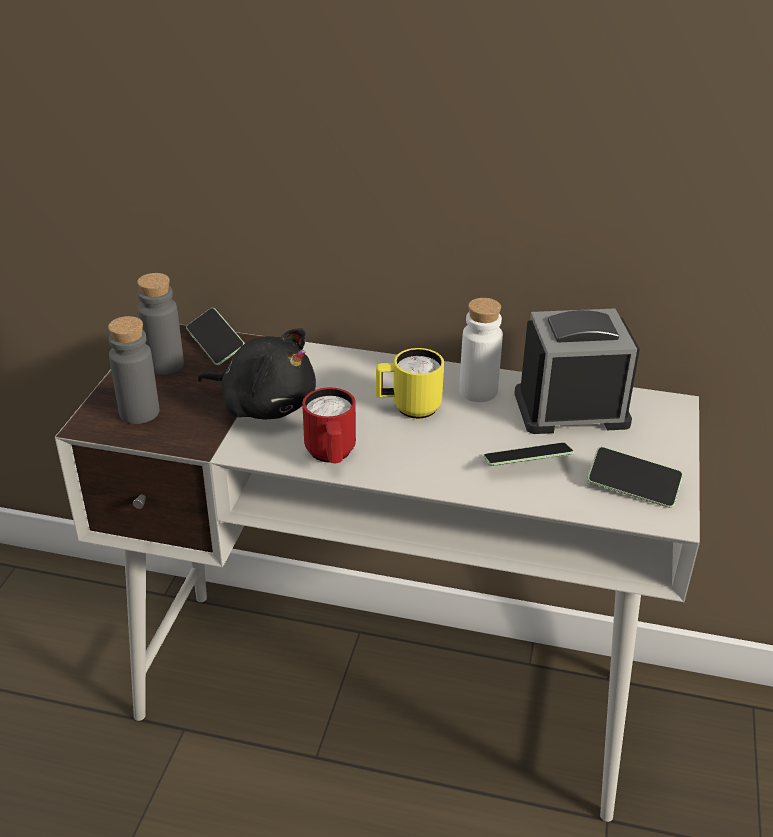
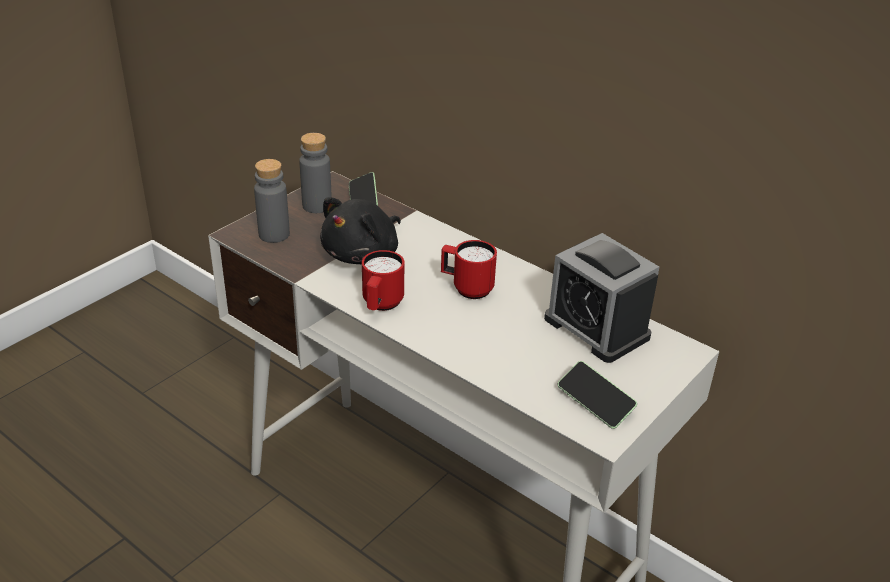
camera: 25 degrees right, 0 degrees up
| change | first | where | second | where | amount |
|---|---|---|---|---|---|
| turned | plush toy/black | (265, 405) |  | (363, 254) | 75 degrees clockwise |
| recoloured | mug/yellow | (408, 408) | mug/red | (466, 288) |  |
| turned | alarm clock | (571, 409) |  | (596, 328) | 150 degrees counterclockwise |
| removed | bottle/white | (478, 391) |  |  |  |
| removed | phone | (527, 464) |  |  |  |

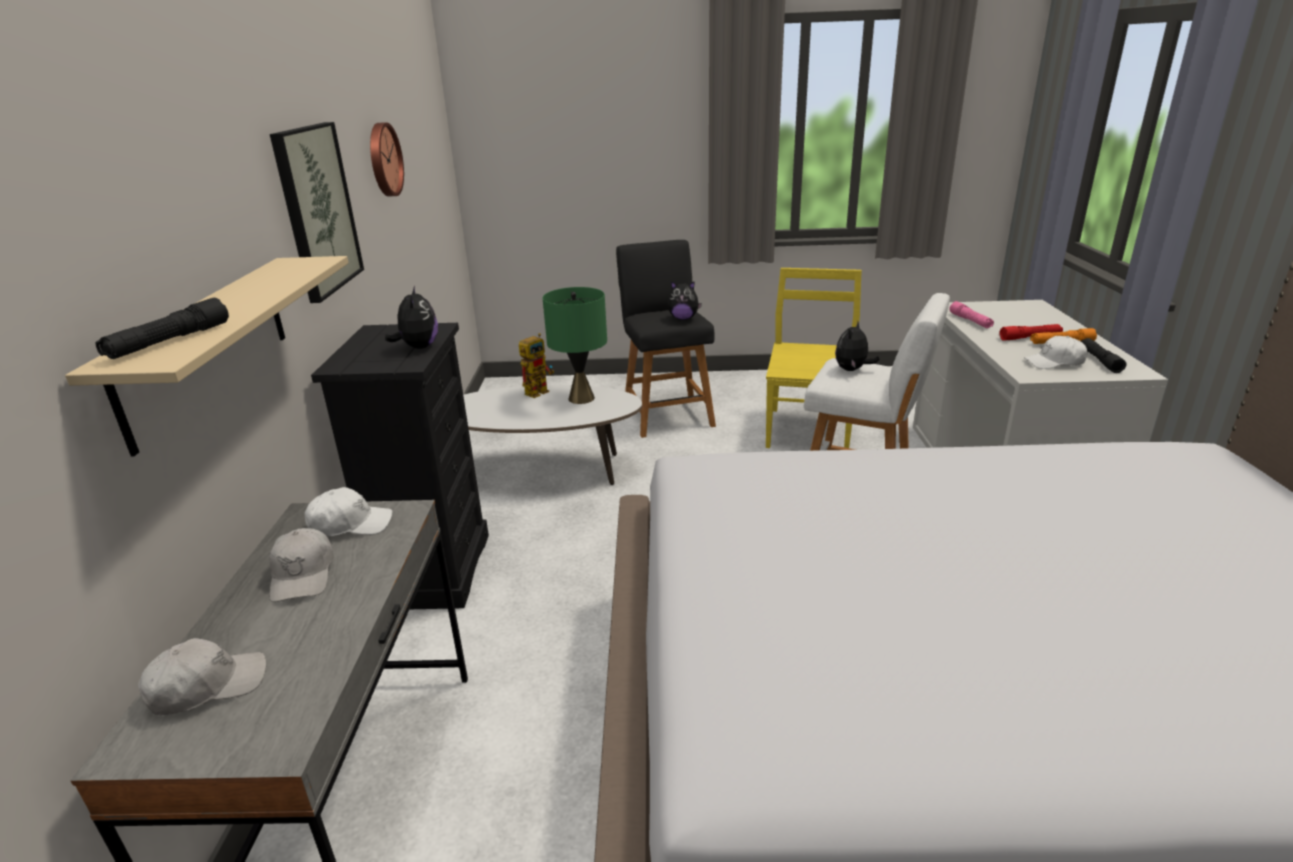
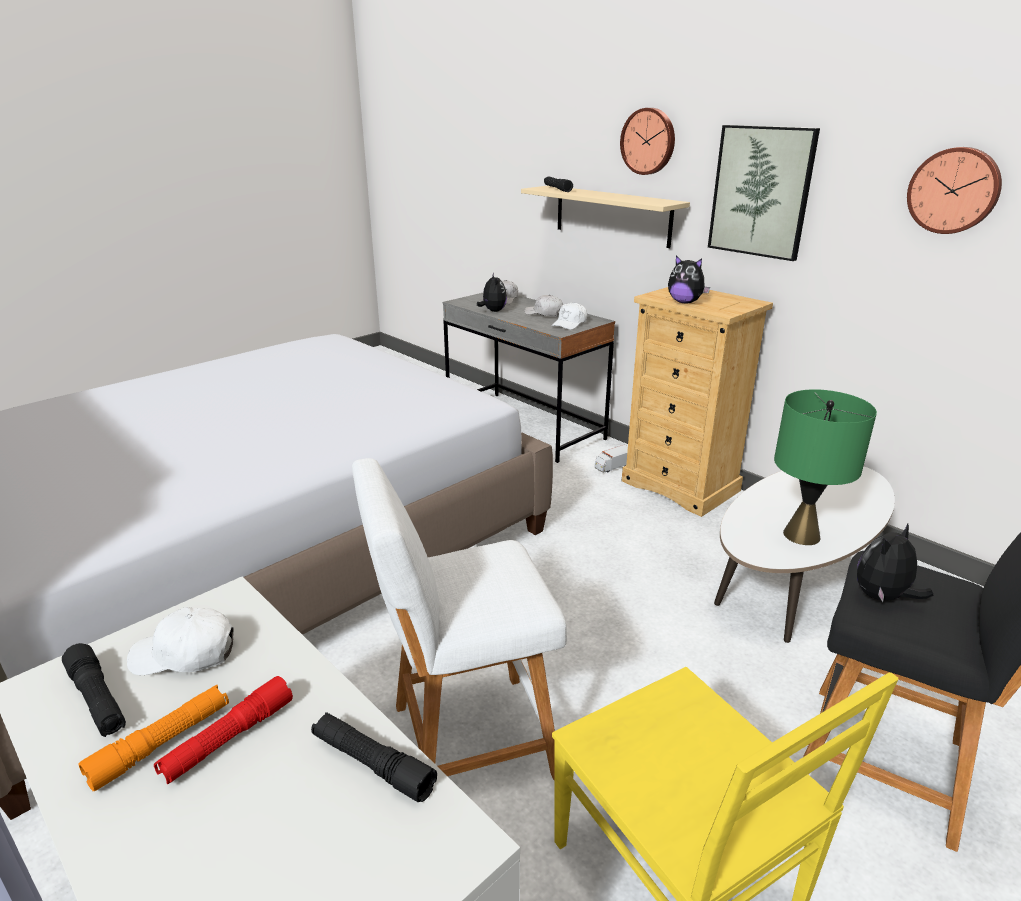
camera: 135 degrees right, 0 degrees up
| change | first | where | second | where | amount |
|---|---|---|---|---|---|
| turned | cap/white | (1054, 362) |  | (185, 654) | 135 degrees counterclockwise |
| recoloured | flashlight/pink | (970, 321) | flashlight/black | (372, 764) |  |
| moved | plush toy | (852, 370) |  | (493, 311) |  |
| added |  |  | toy truck | (613, 467) |  |
| added |  |  | wall clock | (649, 141) |  |
| recoloured | dresser/black | (433, 569) | dresser/beige | (681, 486) |  |
| removed | toy robot | (539, 390) |  |  |  |

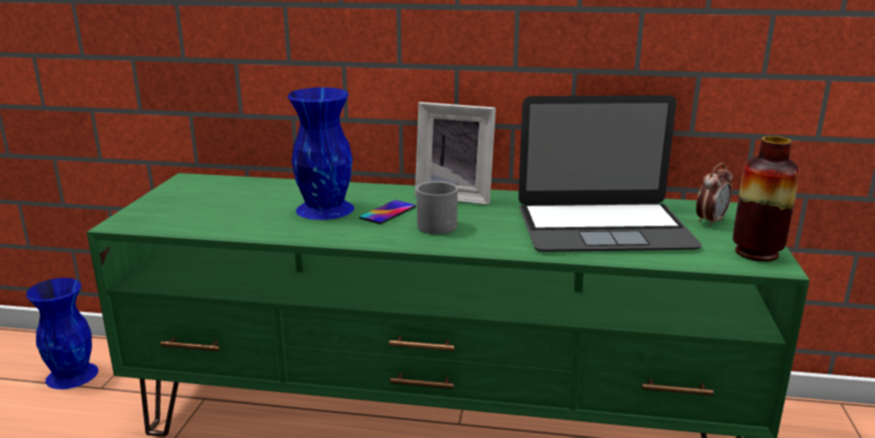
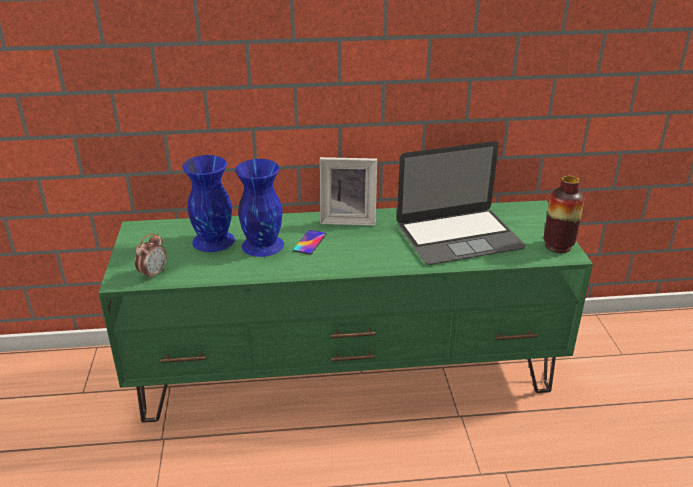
camera: 15 degrees left, 10 degrees up
| change | first | where | second | where | amount |
|---|---|---|---|---|---|
| moved | alarm clock | (710, 221) |  | (153, 274) |  |
| moved | vase/blue | (73, 374) |  | (214, 240) |  |
| removed | mug/grey | (437, 224) |  |  |  |

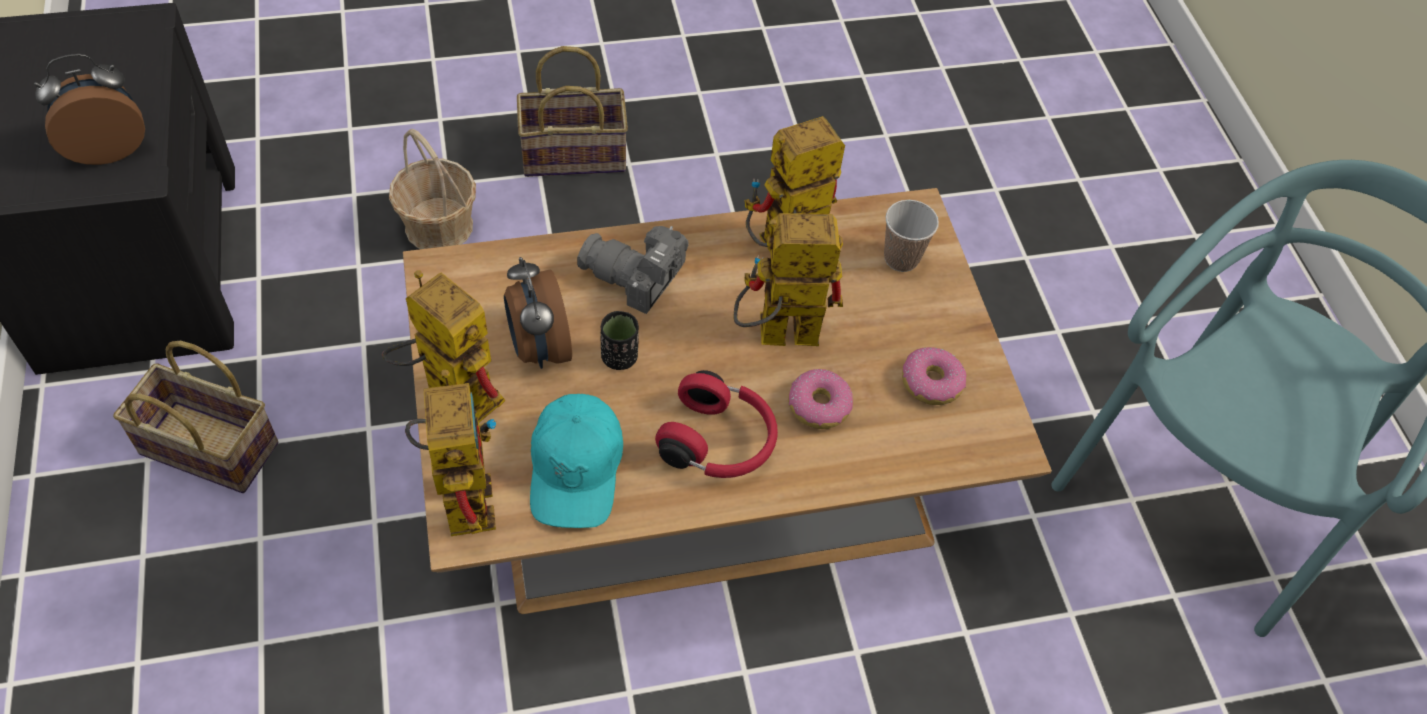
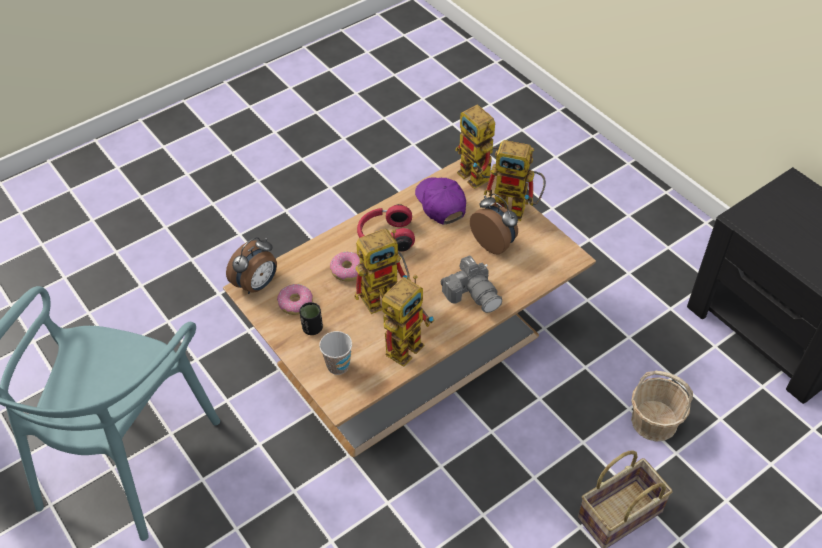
camera: 160 degrees right, 5 degrees down
| change | first | where | second | where | amount |
|---|---|---|---|---|---|
| moved | alarm clock | (108, 147) |  | (257, 285) |  |
| moved | cup/black | (619, 357) |  | (312, 328) |  |
| recoloured | cap/turquoise | (576, 469) | cap/purple | (440, 204) |  |
| turned | photo camera | (636, 279) |  | (473, 294) | 60 degrees clockwise |
| removed | basket | (205, 449) |  |  |  |

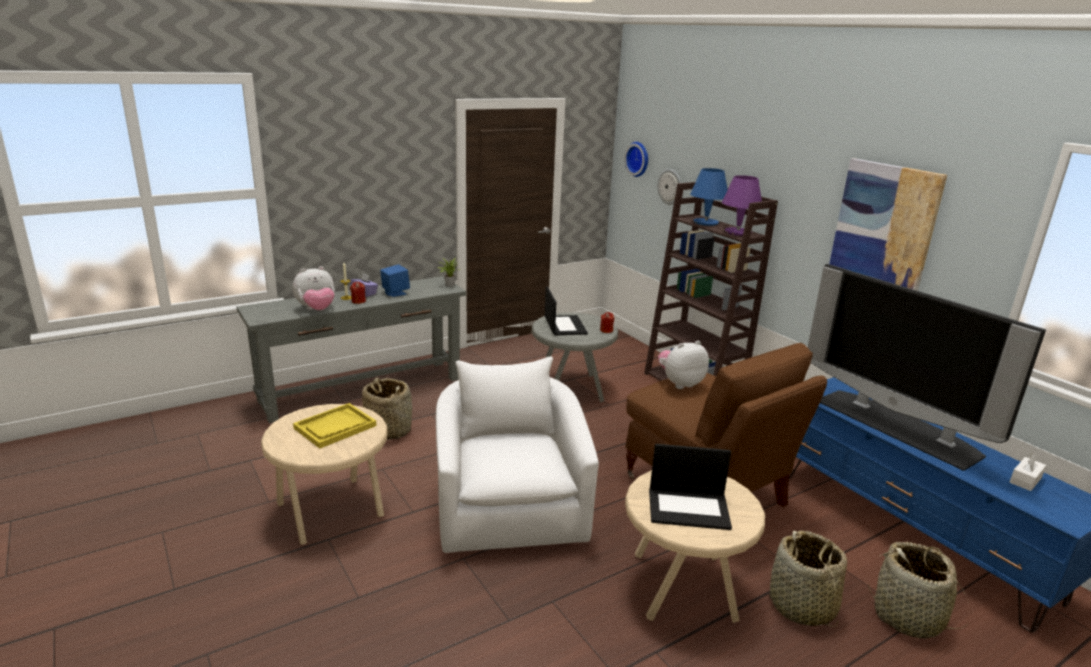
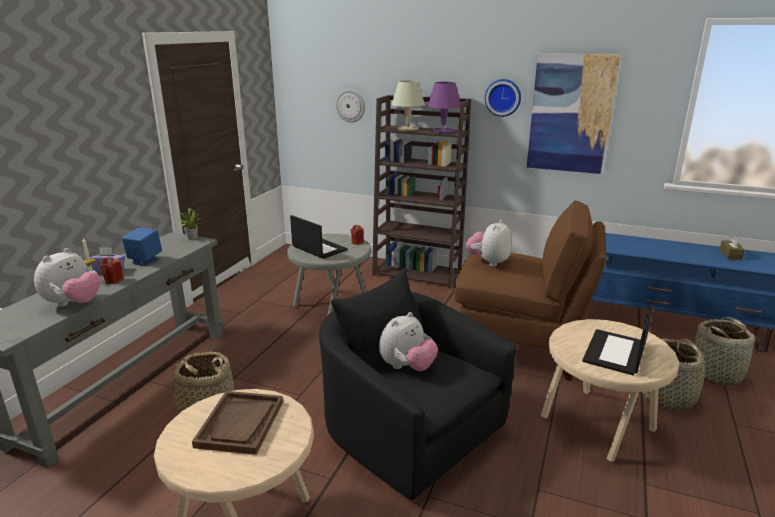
camera: 35 degrees left, 0 degrees up
| change | first | where | second | where | amount |
|---|---|---|---|---|---|
| recoloured | tray/yellow | (335, 427) | tray/brown | (240, 424) |  |
| recoloured | armchair/white | (509, 507) | armchair/black | (407, 428) |  |
| added |  |  | plush toy | (407, 367) |  |
| recoloured | table lamp/blue | (705, 222) | table lamp/beige | (407, 129) |  |
| moved | wall clock | (639, 159) |  | (503, 97) |  |
| turned | laptop | (689, 508) |  | (615, 353) | 150 degrees clockwise |
| recoloured | tissue box/white | (1025, 480) | tissue box/brown | (730, 255) |  |
| removed | television | (897, 426) |  |  |  |

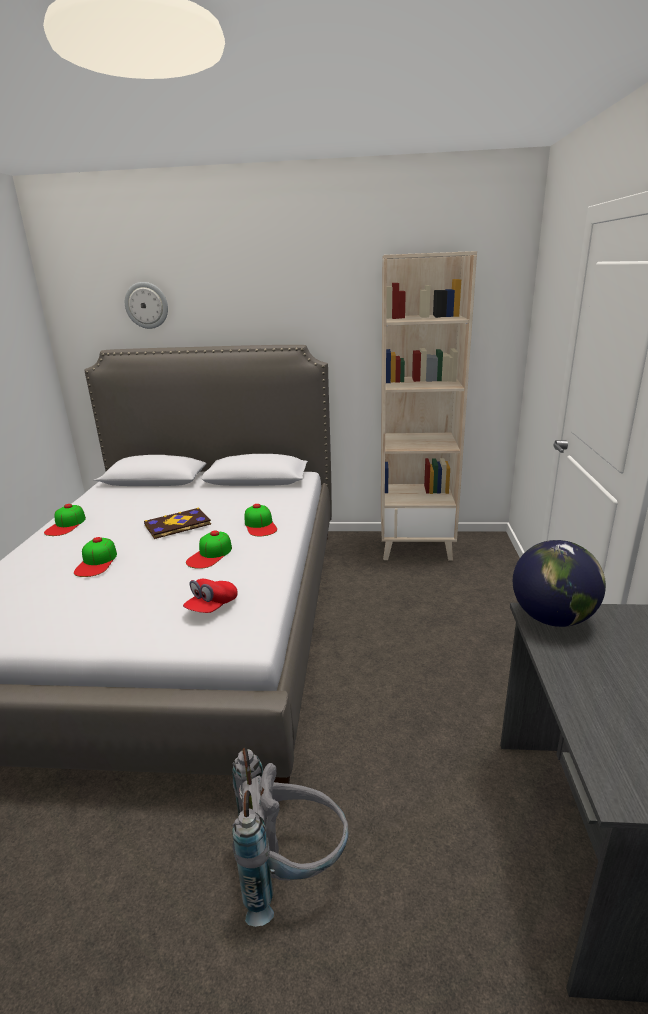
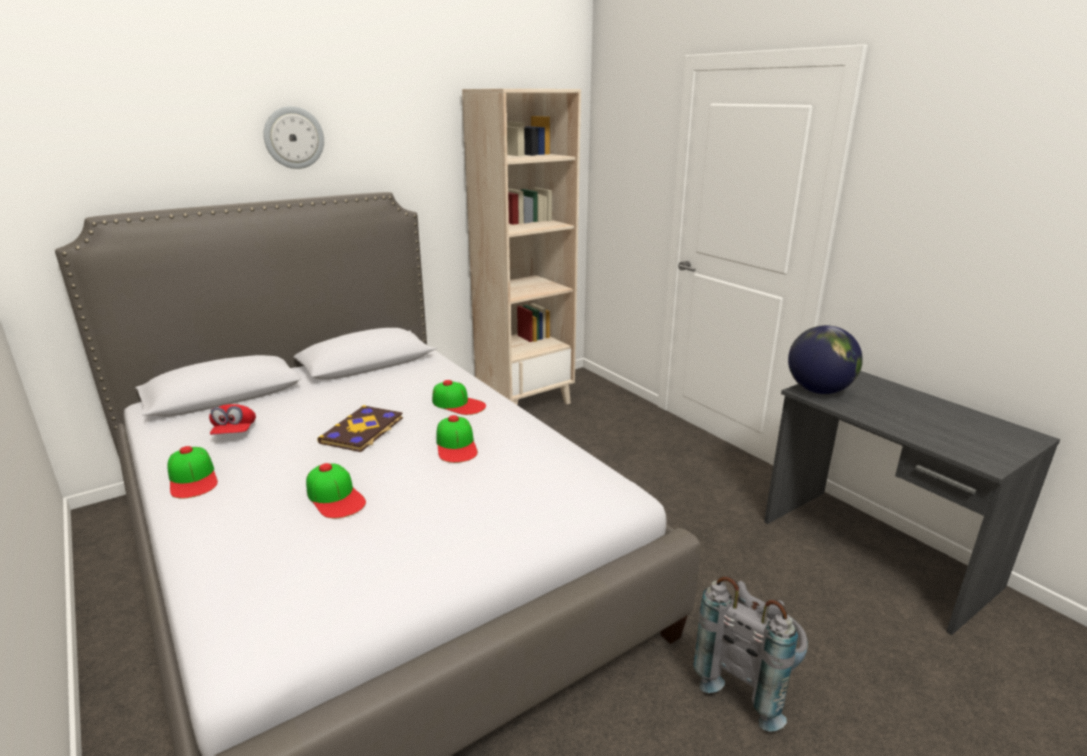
camera: 40 degrees left, 0 degrees up
| change | first | where | second | where | amount |
|---|---|---|---|---|---|
| moved | cap/red | (212, 607) |  | (235, 433) |  |
| moved | wall clock | (147, 305) |  | (294, 137) |  |

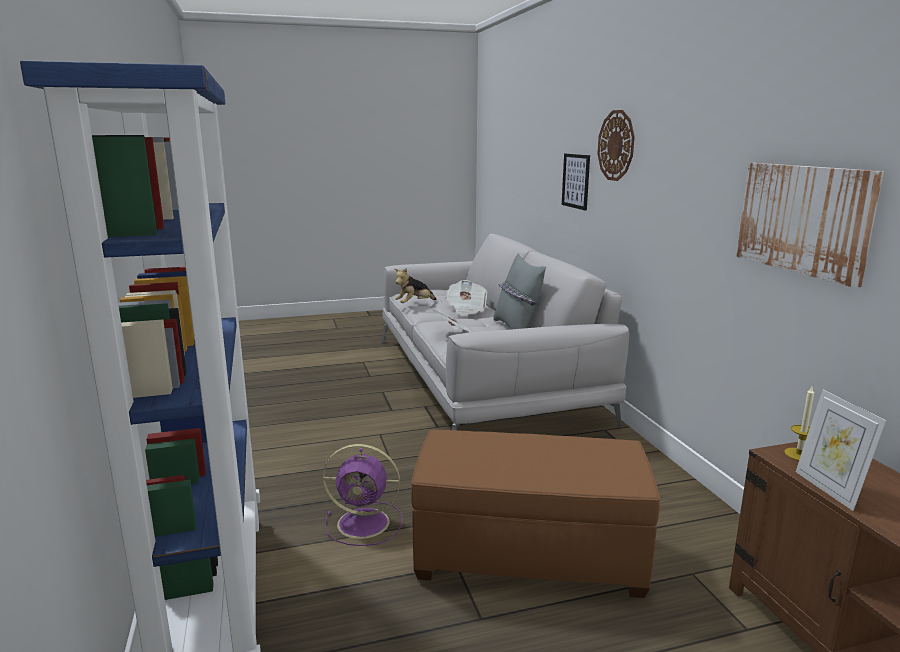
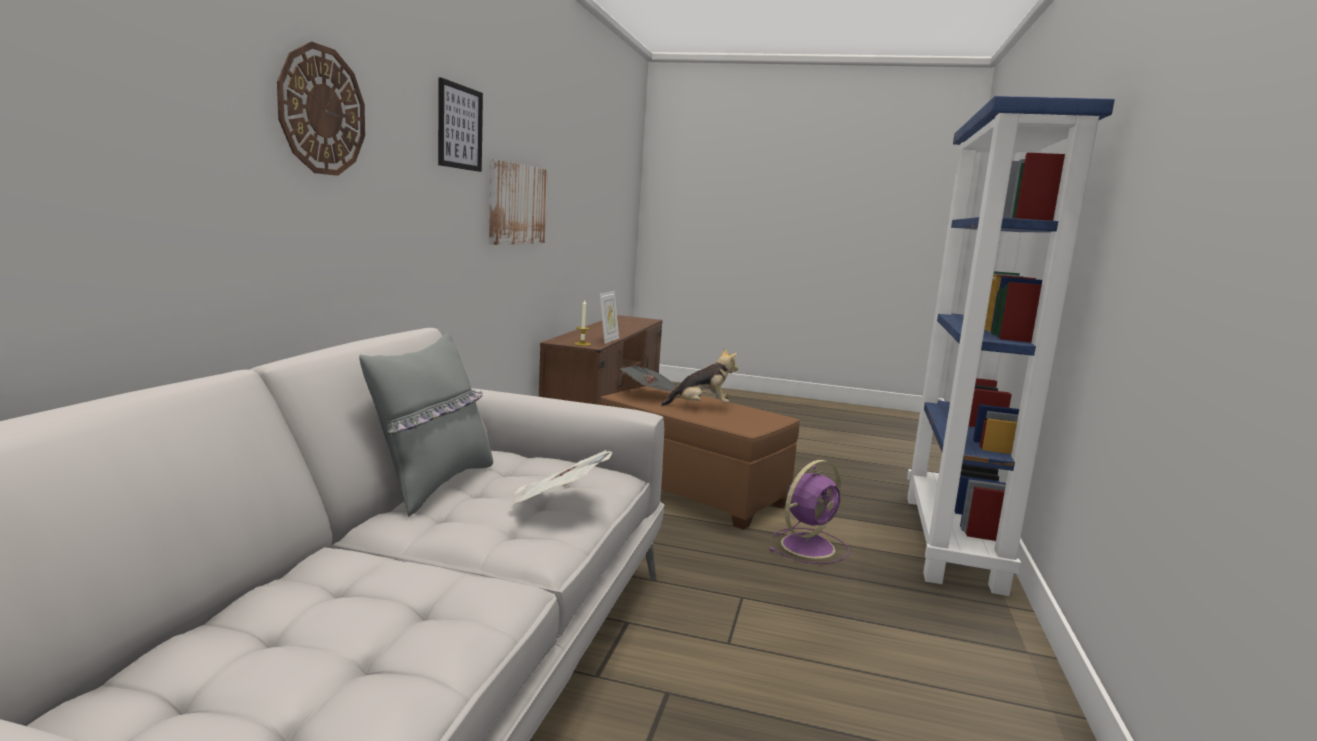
camera: 150 degrees left, 5 degrees down
| change | first | where | second | where | amount |
|---|---|---|---|---|---|
| moved | picture | (576, 181) |  | (460, 127) |  |
| moved | newspaper | (466, 309) |  | (650, 395) |  |
| moved | plush toy | (414, 304) |  | (701, 407) |  |
| turned | fan/purple | (366, 523) |  | (809, 545) | 105 degrees clockwise |

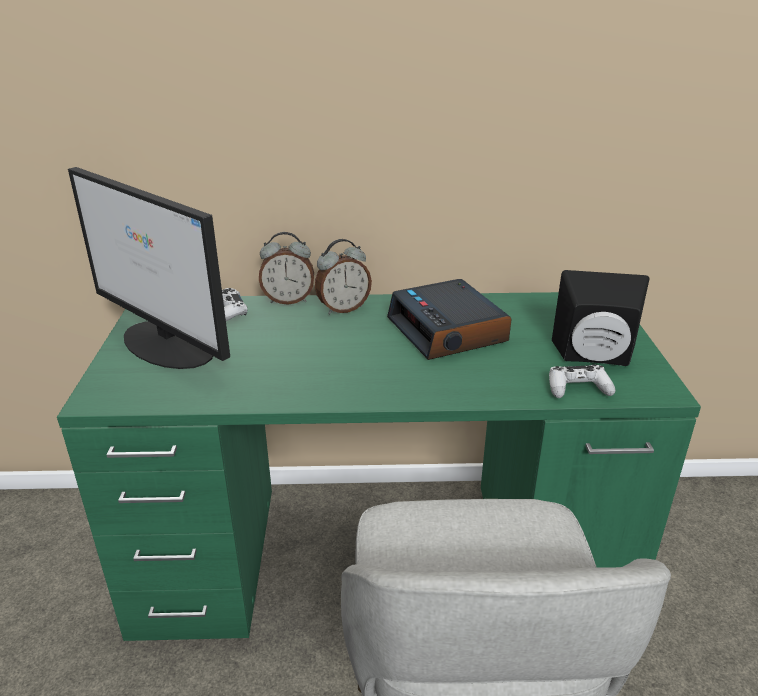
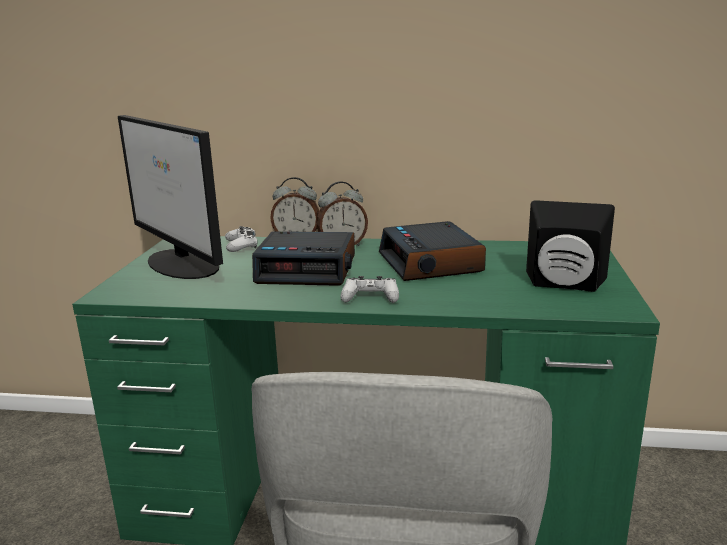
camera: 10 degrees right, 10 degrees down
| change | first | where | second | where | amount |
|---|---|---|---|---|---|
| added |  |  | alarm clock | (308, 269) |  |
| moved | game controller/white | (578, 388) |  | (370, 298) |  |

